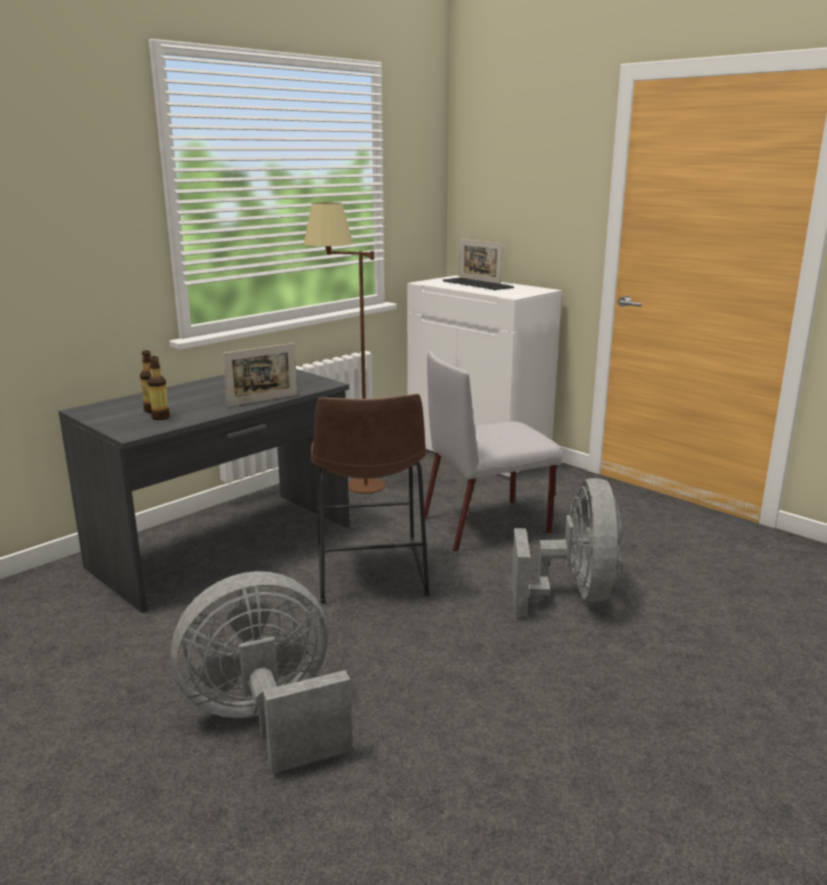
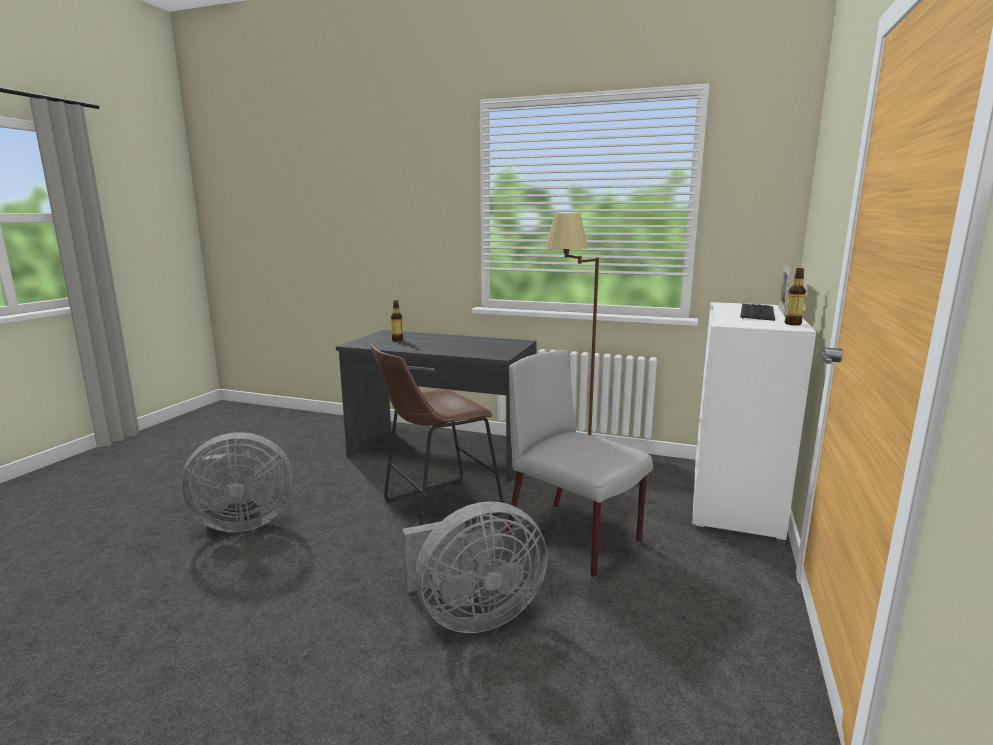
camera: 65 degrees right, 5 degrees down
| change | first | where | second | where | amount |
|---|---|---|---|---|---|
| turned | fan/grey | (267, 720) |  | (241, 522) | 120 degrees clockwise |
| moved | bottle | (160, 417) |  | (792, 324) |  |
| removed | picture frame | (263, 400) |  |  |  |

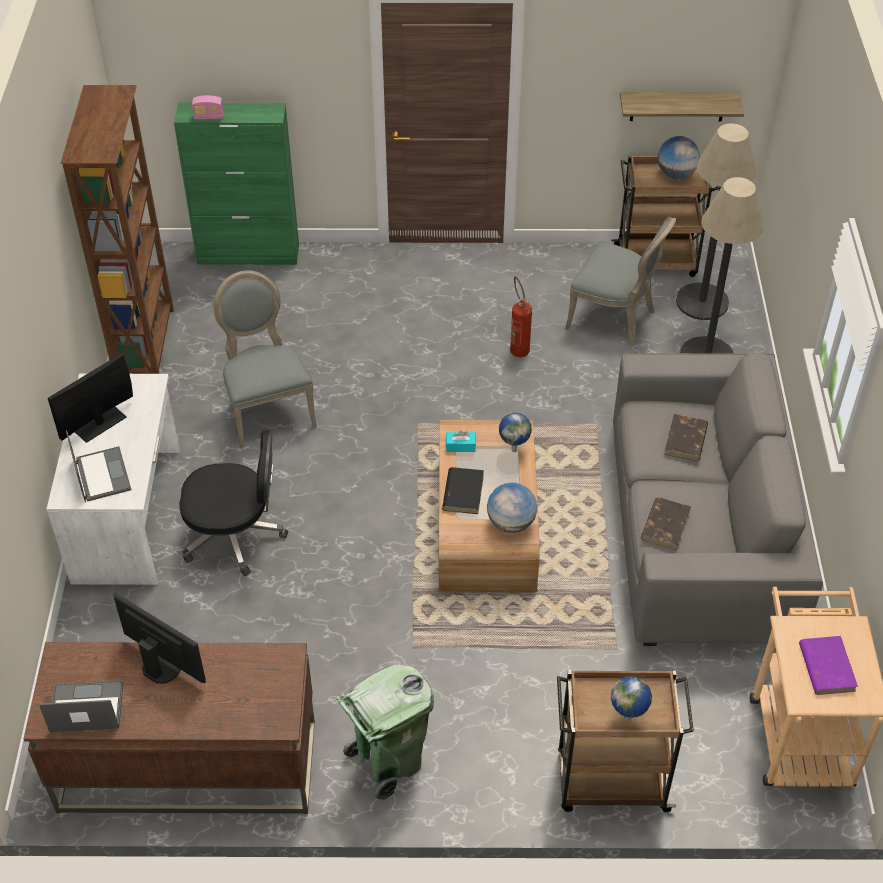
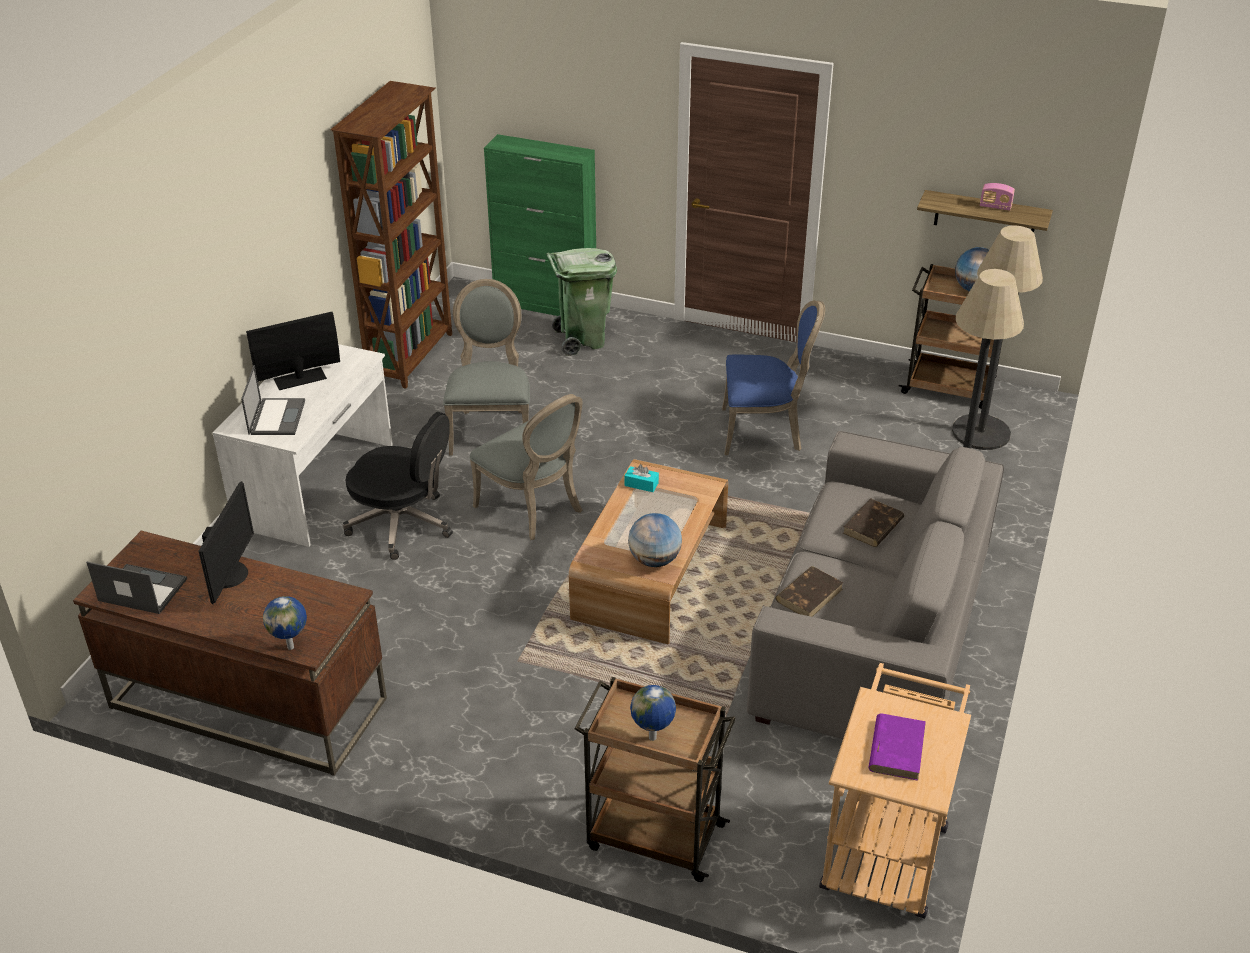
camera: 20 degrees right, 10 degrees down
| change | first | where | second | where | amount |
|---|---|---|---|---|---|
| turned | monitor | (163, 666) |  | (230, 575) | 45 degrees clockwise |
| moved | globe | (514, 449) |  | (291, 646) |  |
| moved | chair/grey | (615, 318) |  | (534, 509) |  |
| moved | trash can/green | (388, 762) |  | (582, 340) |  |
| replaced | fire extinguisher | (518, 347) | chair/blue | (764, 431) |  |
| moved | radio | (208, 117) |  | (995, 207) |  |
| removed | book/black | (463, 492) |  |  |  |

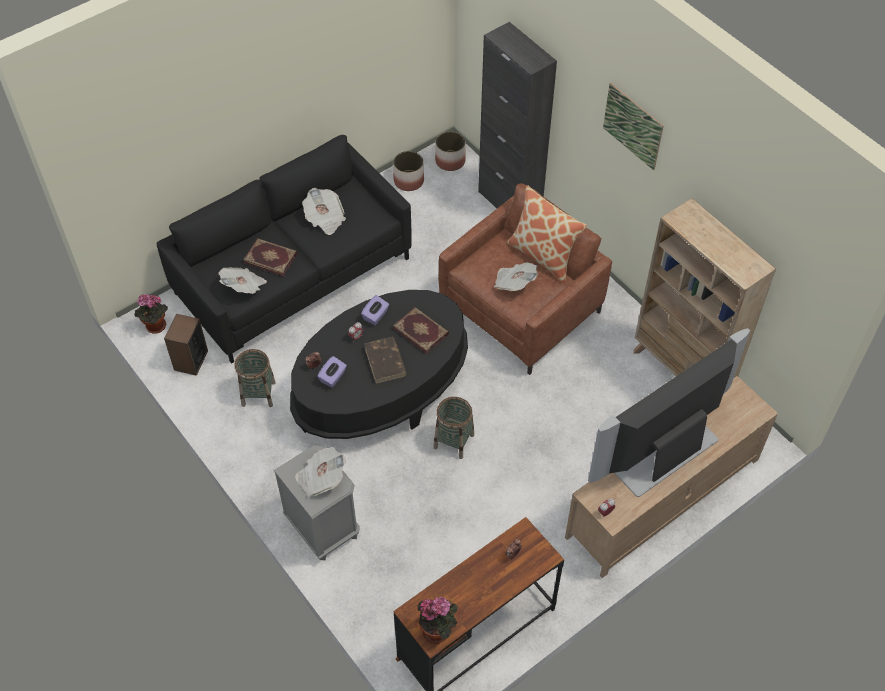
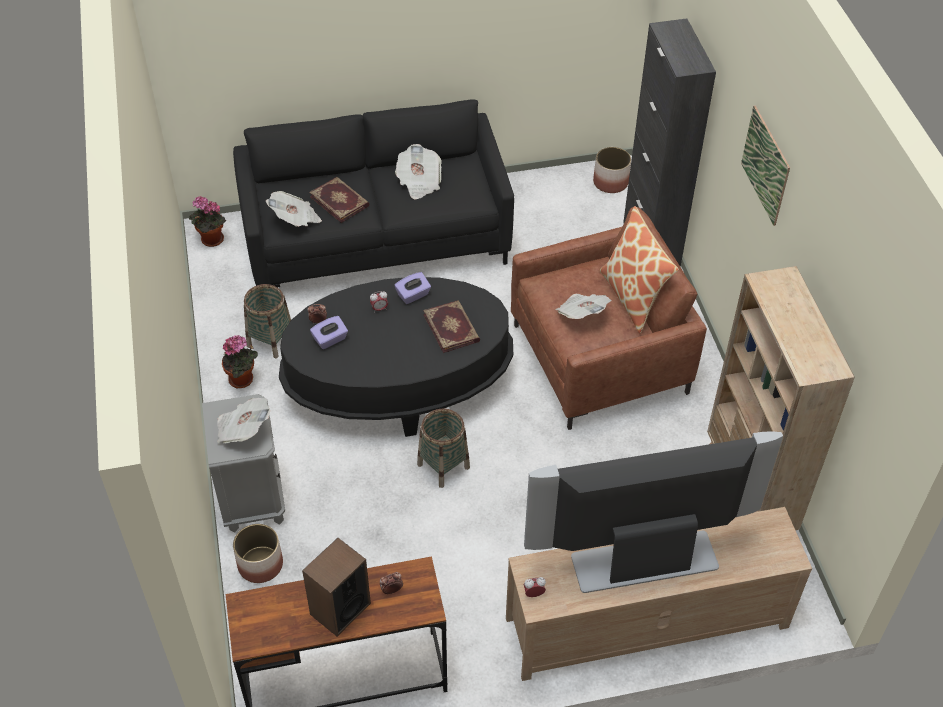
camera: 25 degrees right, 5 degrees down
| change | first | where | second | where | amount |
|---|---|---|---|---|---|
| moved | potted plant | (438, 631) |  | (243, 380) |  |
| moved | planter | (408, 181) |  | (260, 564) |  |
| moved | speaker | (190, 360) |  | (340, 609) |  |
| removed | book/brown | (385, 362) |  |  |  |

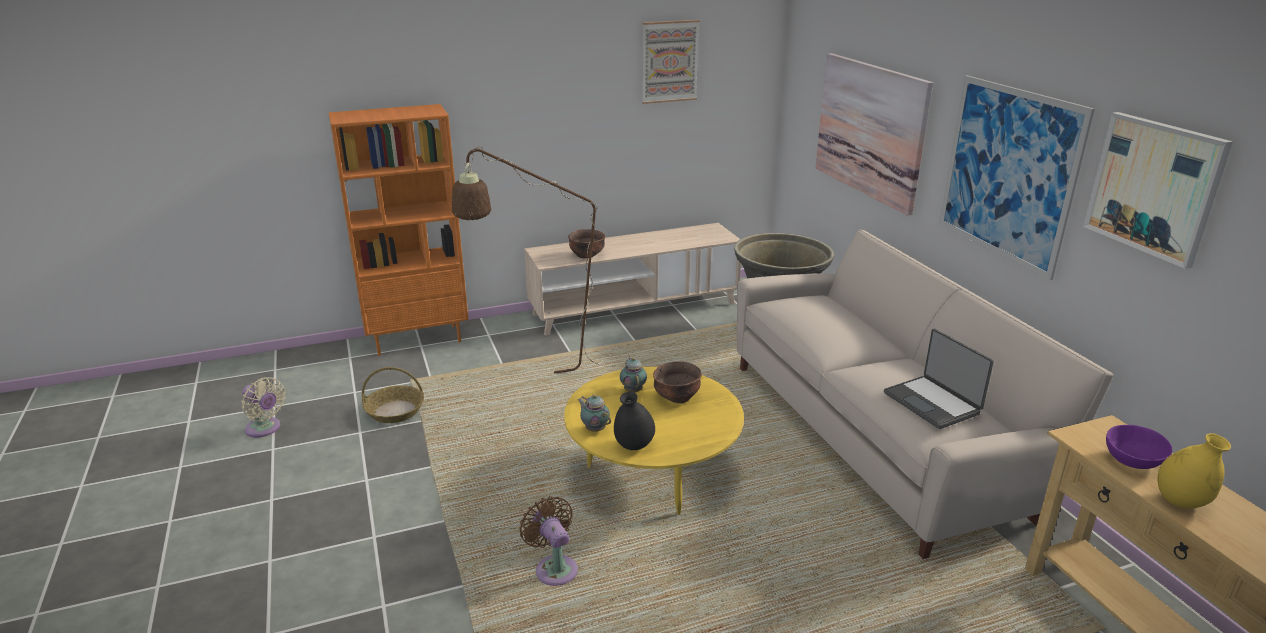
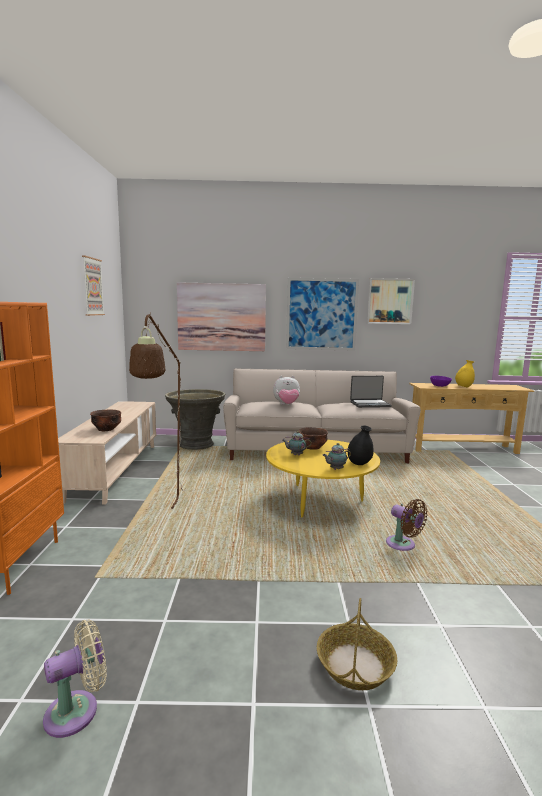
camera: 70 degrees left, 15 degrees down
| change | first | where | second | where | amount |
|---|---|---|---|---|---|
| added |  |  | plush toy | (286, 405) |  |
| moved | basket | (395, 411) |  | (355, 664) |  |
| turned | fan/brown | (554, 568) |  | (403, 545) | 120 degrees counterclockwise |

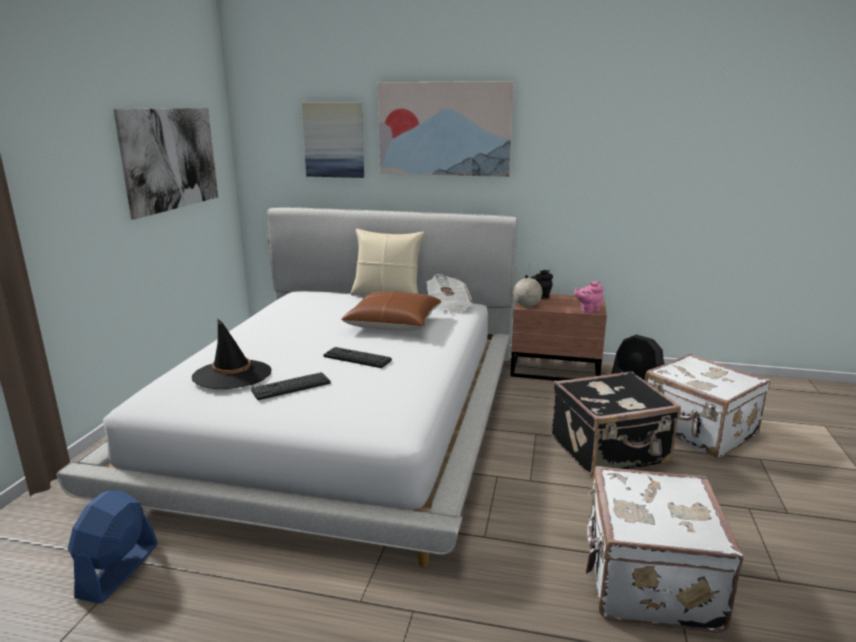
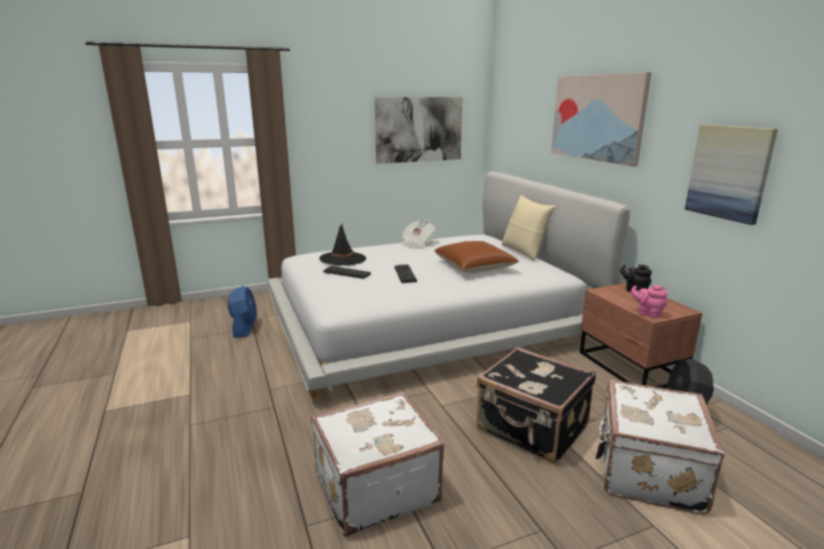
camera: 55 degrees right, 0 degrees up
| change | first | where | second | where | amount |
|---|---|---|---|---|---|
| turned | fan/blue | (118, 571) |  | (244, 327) | 105 degrees clockwise |
| moved | newspaper | (449, 306) |  | (416, 243) |  |
| moved | picture | (334, 140) |  | (729, 172) |  |
| removed | globe | (527, 306) |  |  |  |

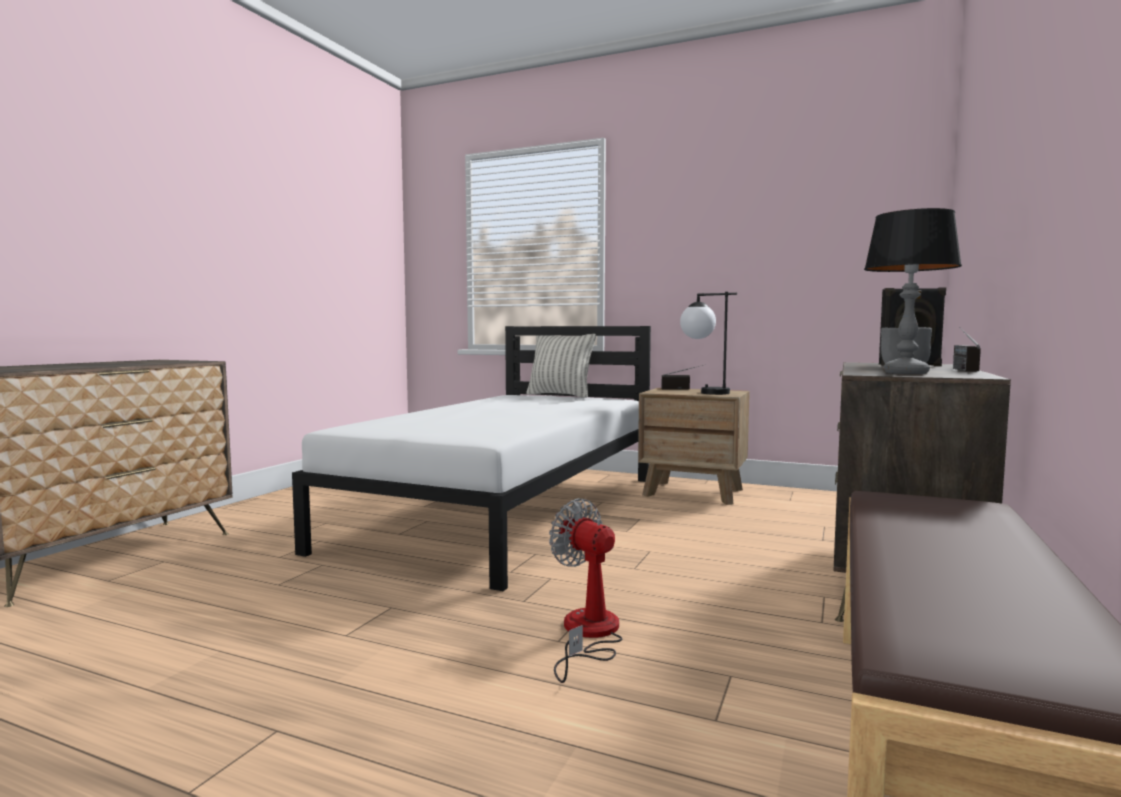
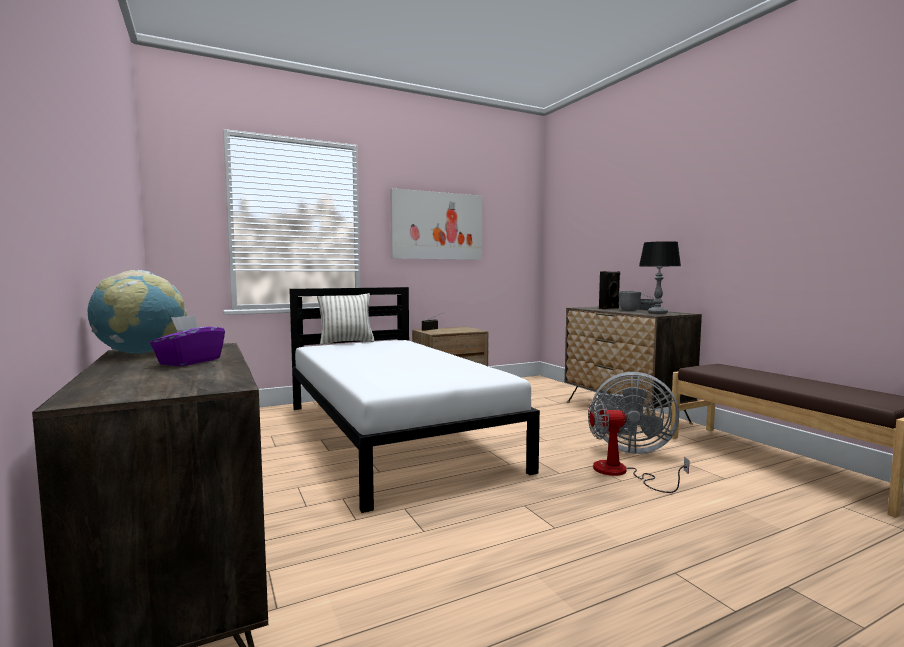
camera: 50 degrees left, 0 degrees up
| change | first | where | second | where | amount |
|---|---|---|---|---|---|
| added |  |  | globe | (140, 353) |  |
| added |  |  | tissue box/purple | (189, 362) |  |
| added |  |  | picture | (437, 226) |  |
| added |  |  | fan/grey | (629, 448) |  |
| removed | table lamp | (704, 392) |  |  |  |

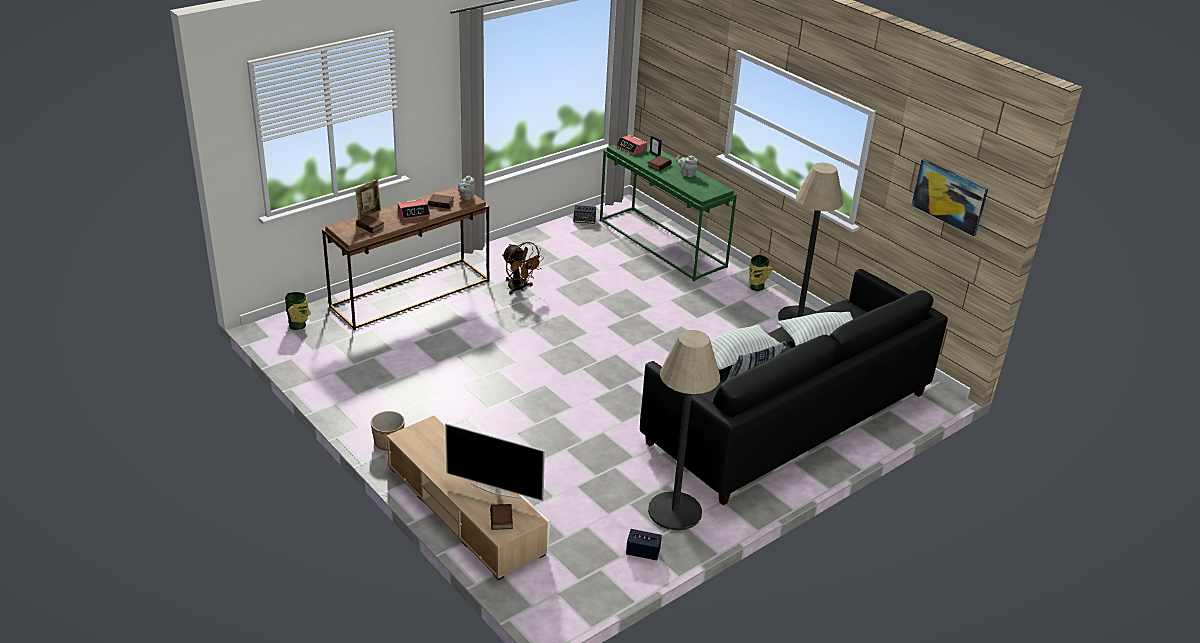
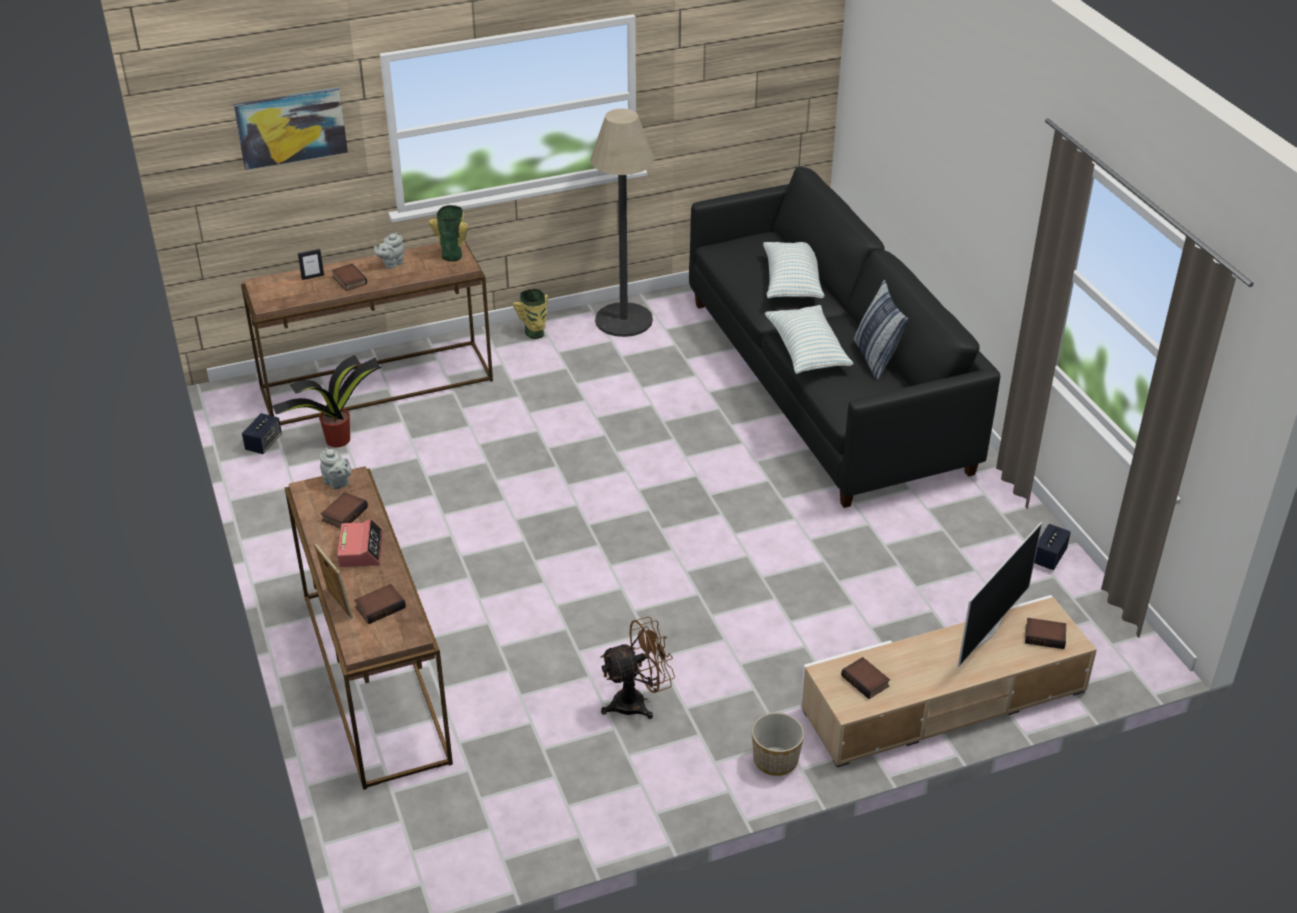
camera: 70 degrees left, 5 degrees up
| change | first | where | second | where | amount |
|---|---|---|---|---|---|
| moved | picture | (949, 196) |  | (291, 127) |  |
| recoloured | console table/green | (663, 243) | console table/brown | (378, 383) |  |
| added |  |  | potted plant | (336, 440) |  |
| moved | vase | (298, 326) |  | (453, 254) |  |
| moved | fan/brown | (519, 288) |  | (637, 702) |  |
| added |  |  | book | (866, 681) |  |
| removed | alarm clock | (631, 148) |  |  |  |
| removed | floor lamp | (674, 511) |  |  |  |

